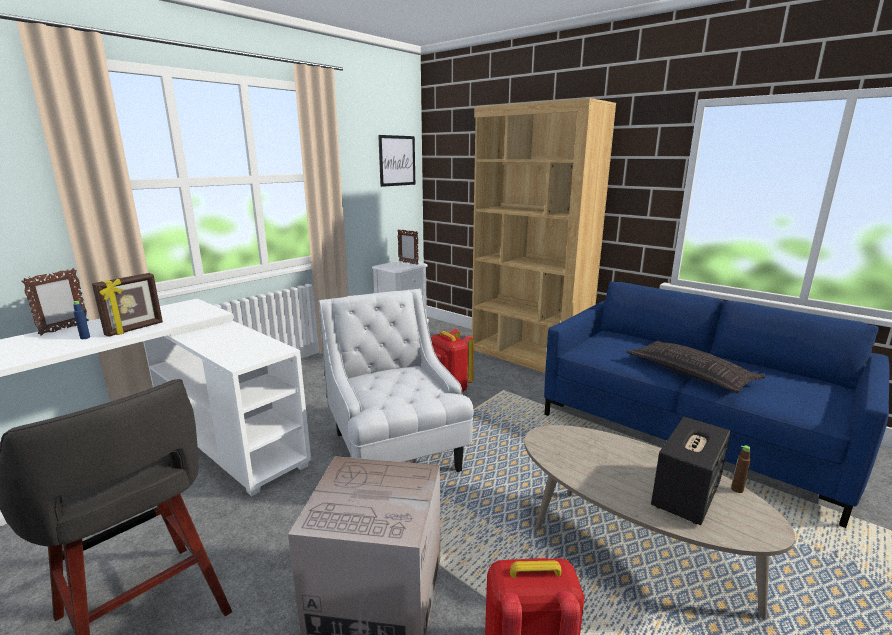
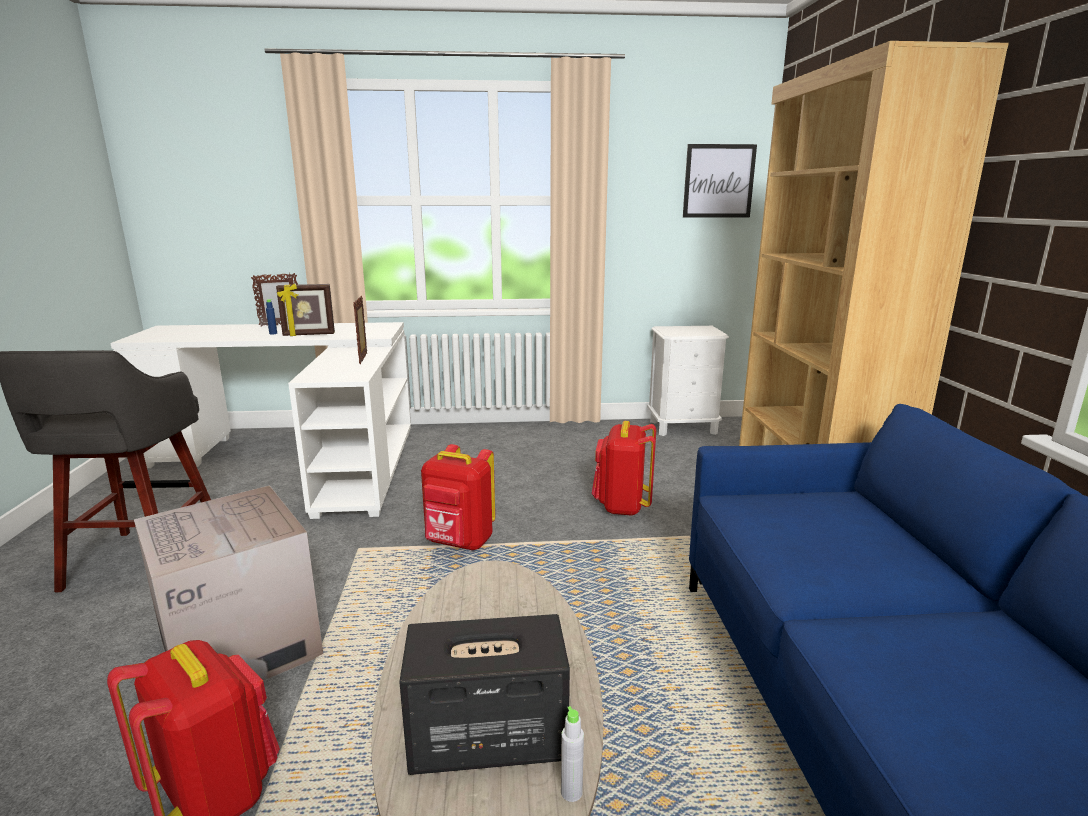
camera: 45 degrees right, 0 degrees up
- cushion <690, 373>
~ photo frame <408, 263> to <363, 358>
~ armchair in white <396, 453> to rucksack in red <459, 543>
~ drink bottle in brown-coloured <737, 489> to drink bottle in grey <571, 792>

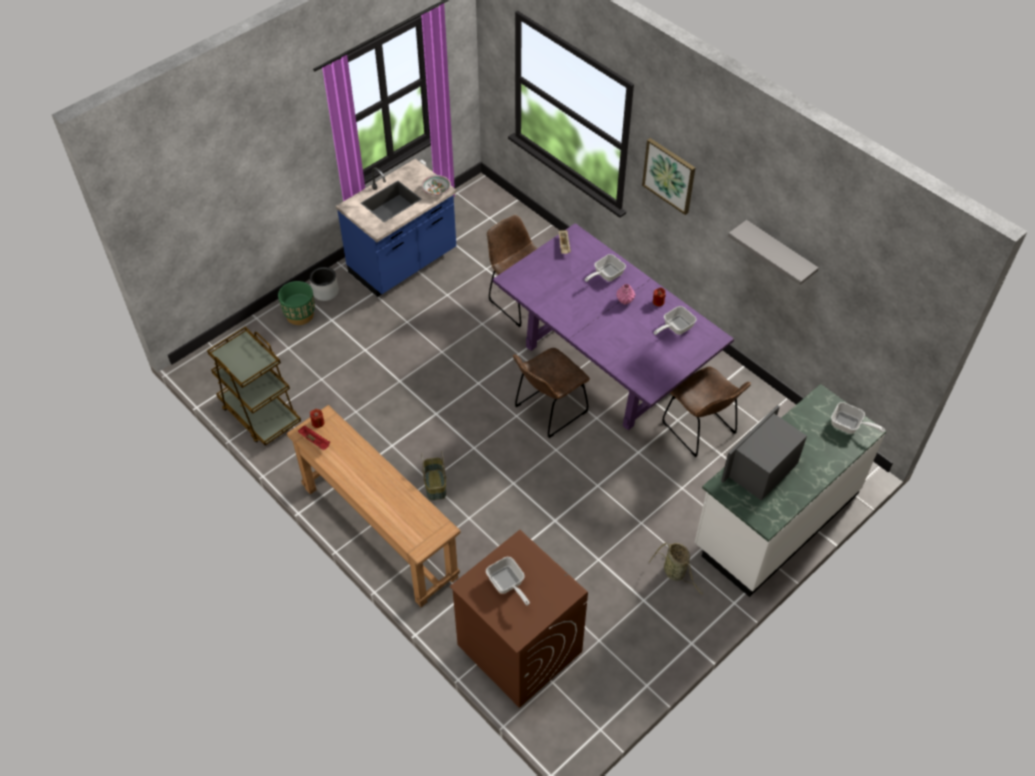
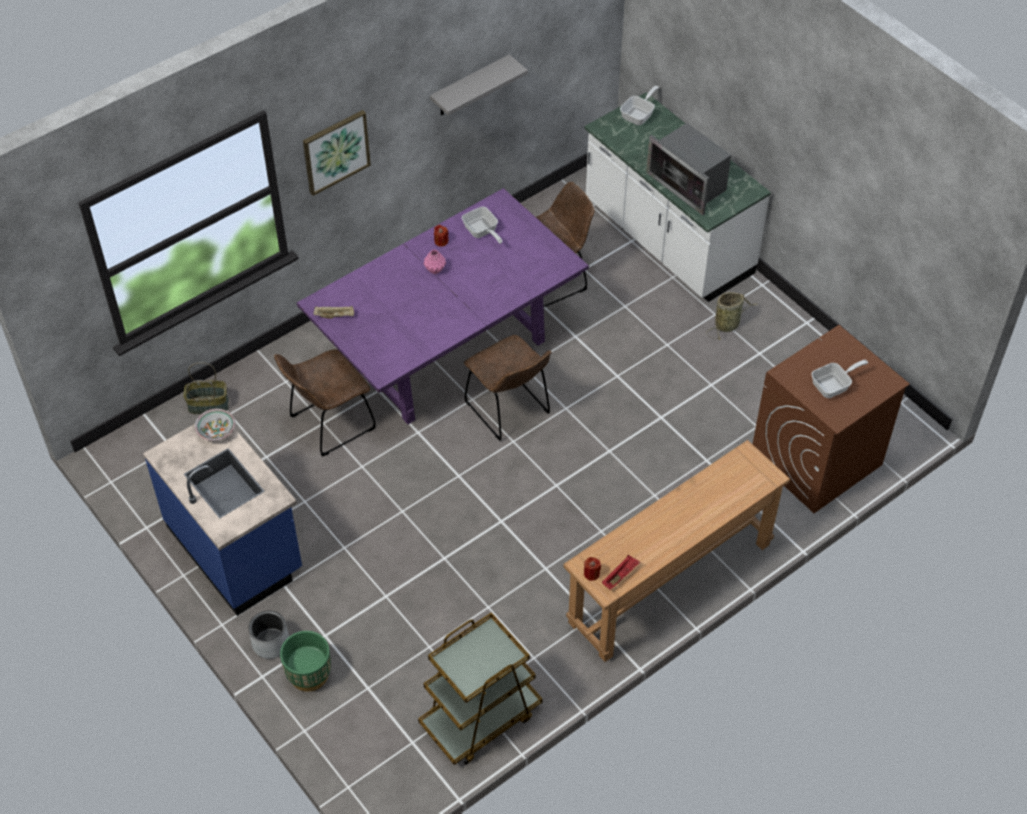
camera: 85 degrees left, 0 degrees up
- skillet <606, 275>
~ basket <436, 485> to <209, 404>

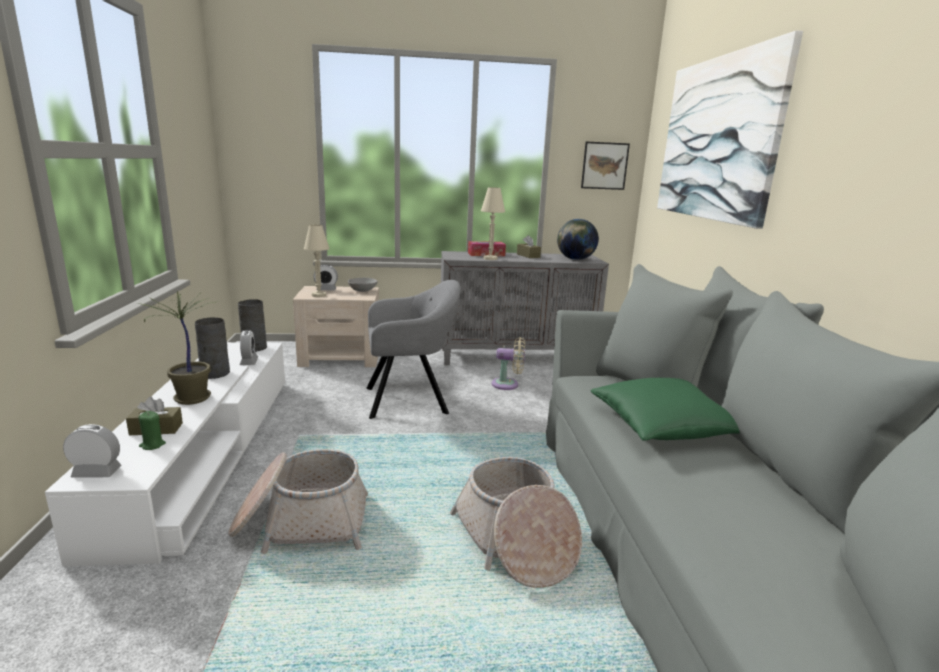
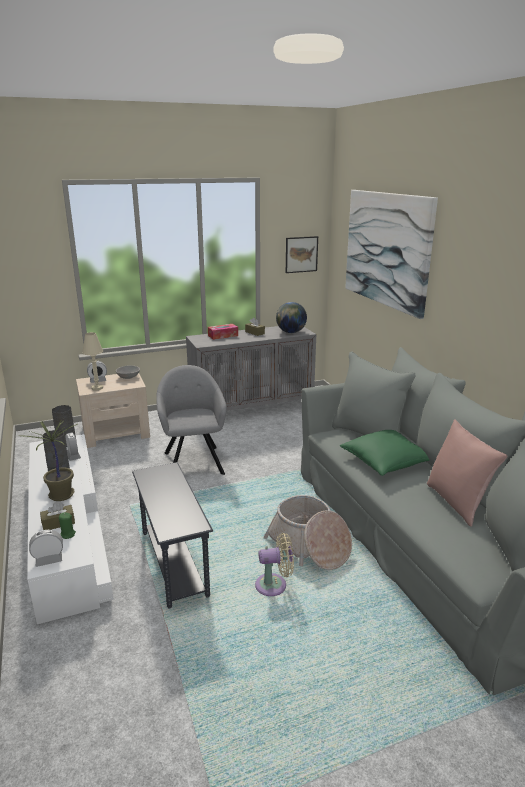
camera: 15 degrees left, 5 degrees up
- lamp for a table in beige <490, 258>
+ cushion in pink <457, 502>
~ fan in beige <508, 384> to <274, 585>
~ basket <301, 522> to side table in grey <173, 563>
~ armchair in grey <410, 400> = <193, 461> 75 degrees counterclockwise

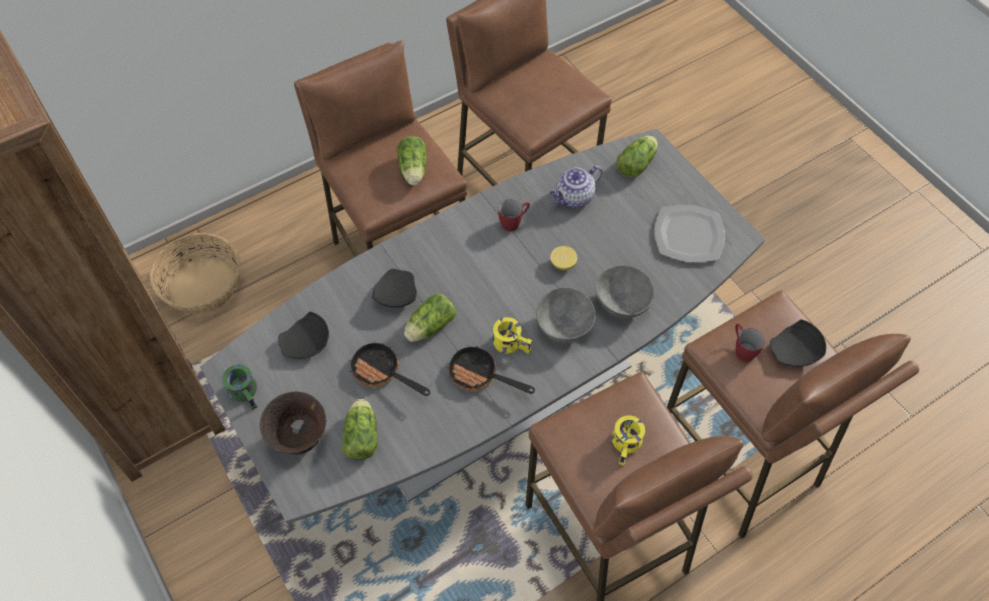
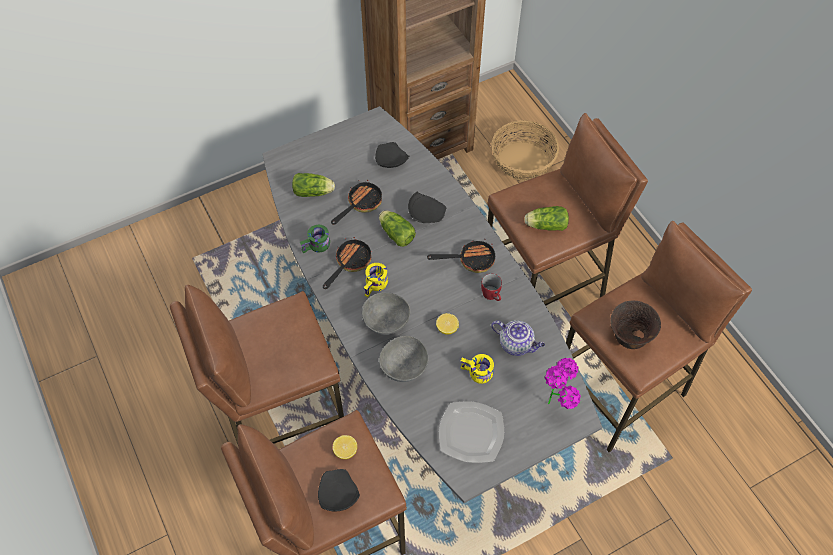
camera: 95 degrees right, 0 degrees up
+ skillet <471, 260>
~ mug in green <247, 391> to <317, 246>
~ serving bowl in brown-coloured <300, 439> to <629, 338>
~ mug in yellow <627, 445> to <476, 374>
~ head of lettuce <637, 163> to potted plant <557, 402>
~ mug in red <742, 349> to lemon <345, 451>
~ pot for tea <574, 198> = <516, 344> 150 degrees clockwise

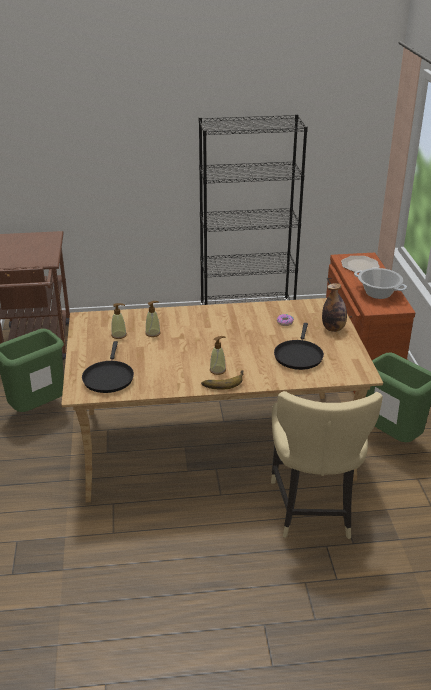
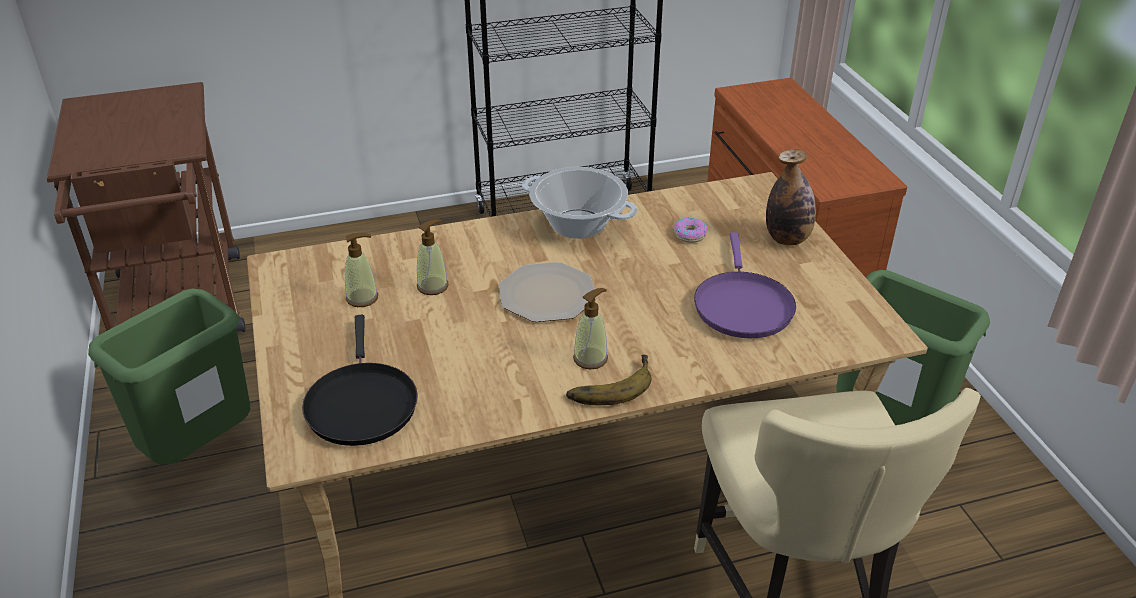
camera: 10 degrees left, 5 degrees up
~ plate <360, 265> to <548, 294>
~ stockpot <378, 293> to <578, 224>
~ skillet in black <298, 355> to skillet in purple-coloured <742, 305>

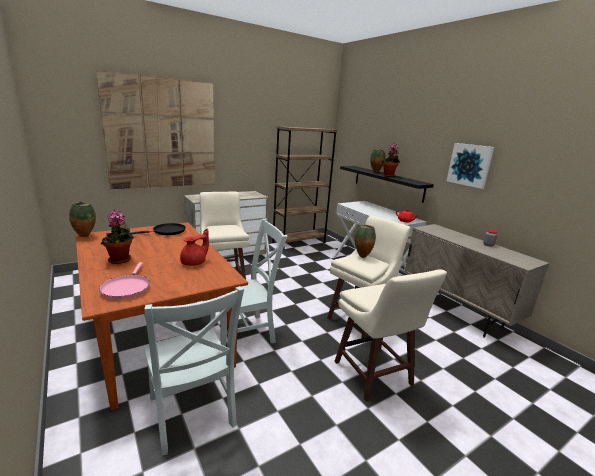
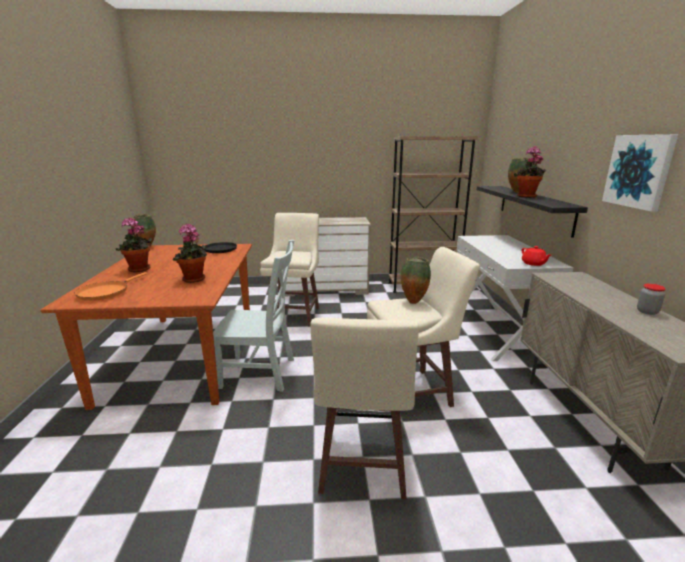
camera: 30 degrees right, 0 degrees up
- wall art <162, 134>
- plain chair in grey <191, 414>
~ pot for tea in red <194, 263> to potted plant <194, 280>
~ skillet in pink <126, 288> to skillet in orangey <105, 292>

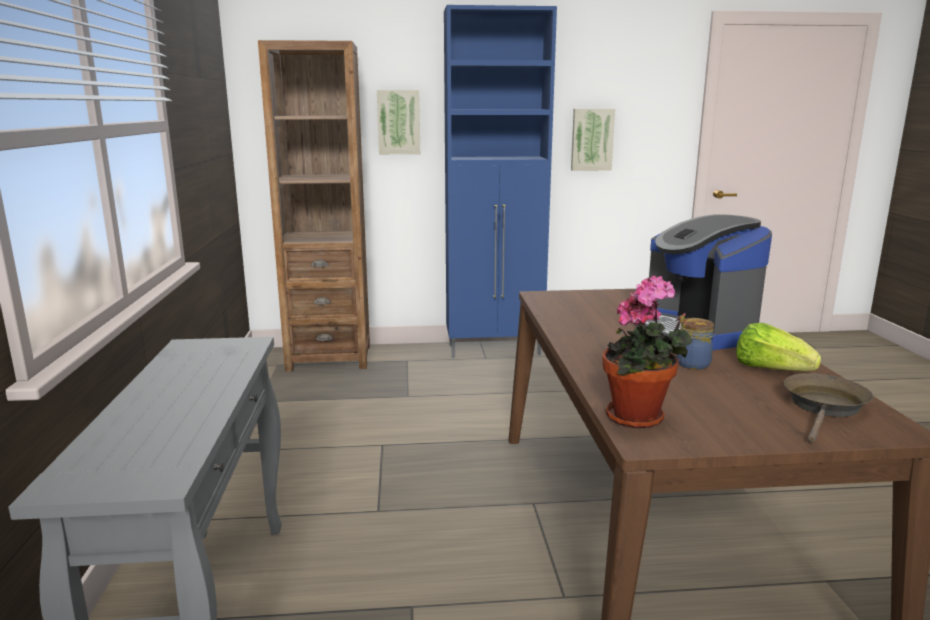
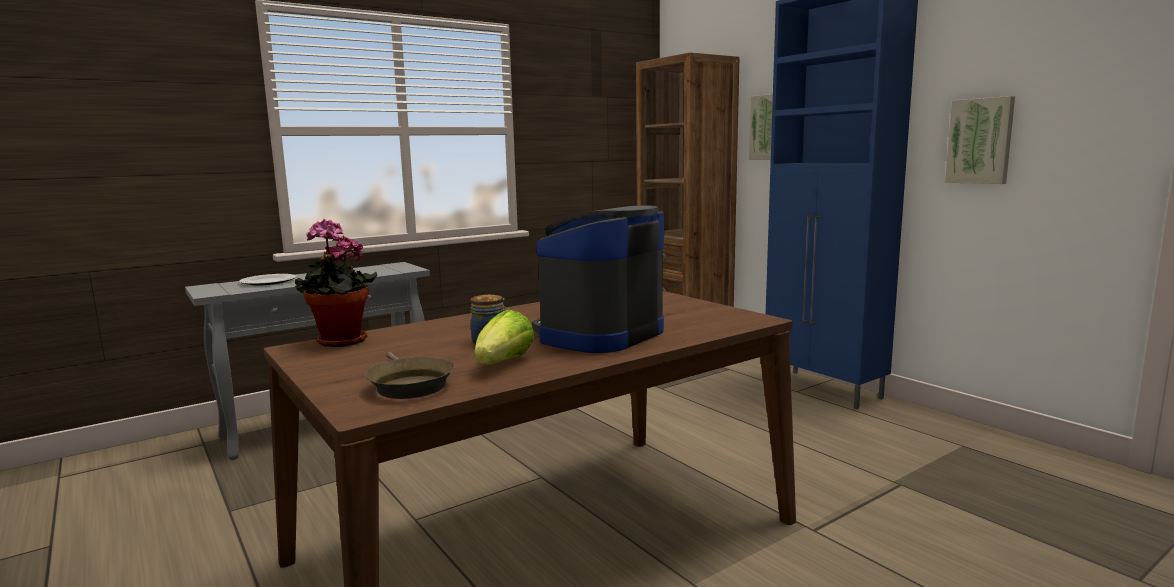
camera: 60 degrees right, 5 degrees down
+ plate <268, 282>
~ skillet in brown-coloured <824, 407> = <408, 385> 60 degrees clockwise

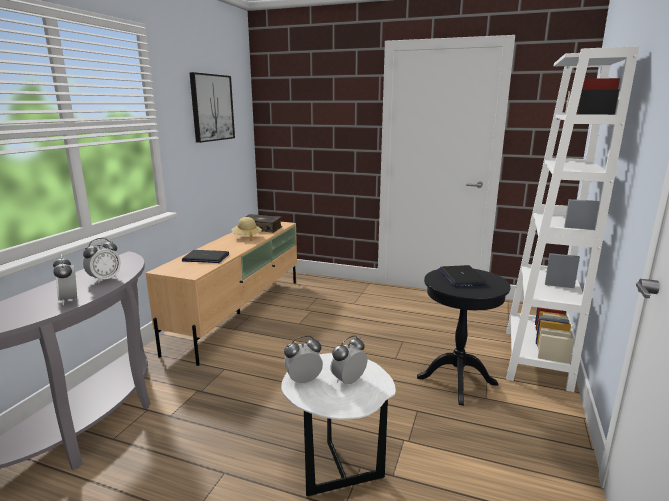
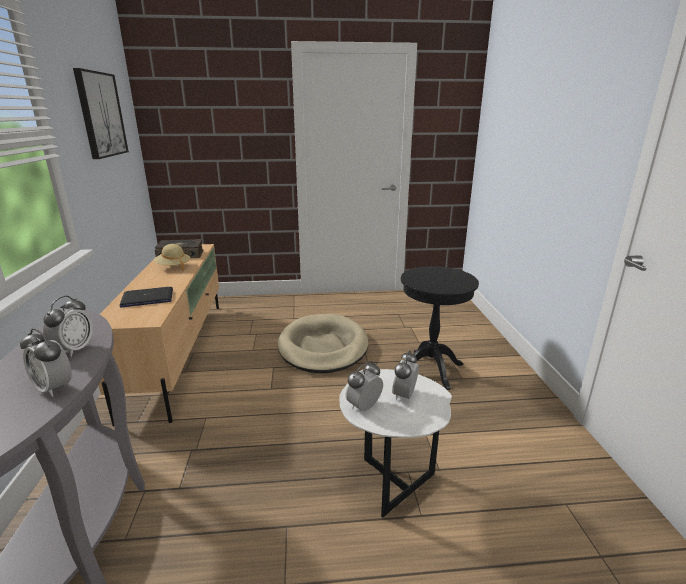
camera: 25 degrees left, 5 degrees up
- notebook computer <461, 277>
- bookshelf in white <536, 359>
+ dog cushion in beige <323, 347>

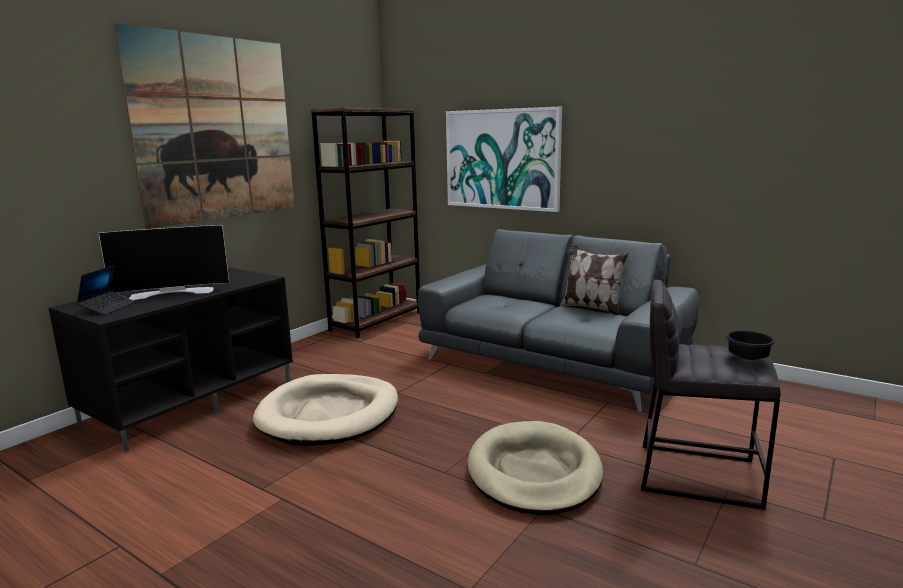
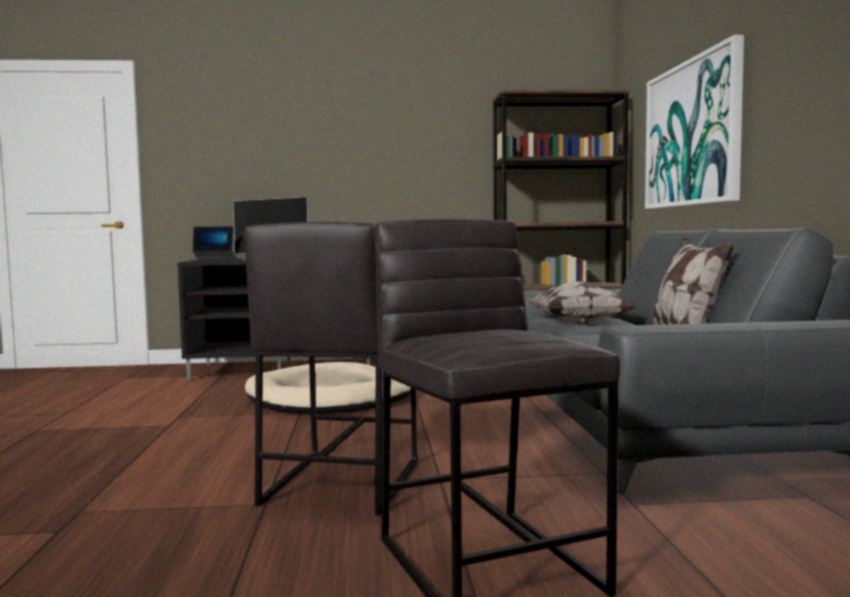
camera: 50 degrees right, 10 degrees down
- wall art <216, 129>
- serving bowl in black <748, 358>
+ cushion <579, 324>
~ dog cushion in beige <534, 472> to stool seat in grey <340, 482>

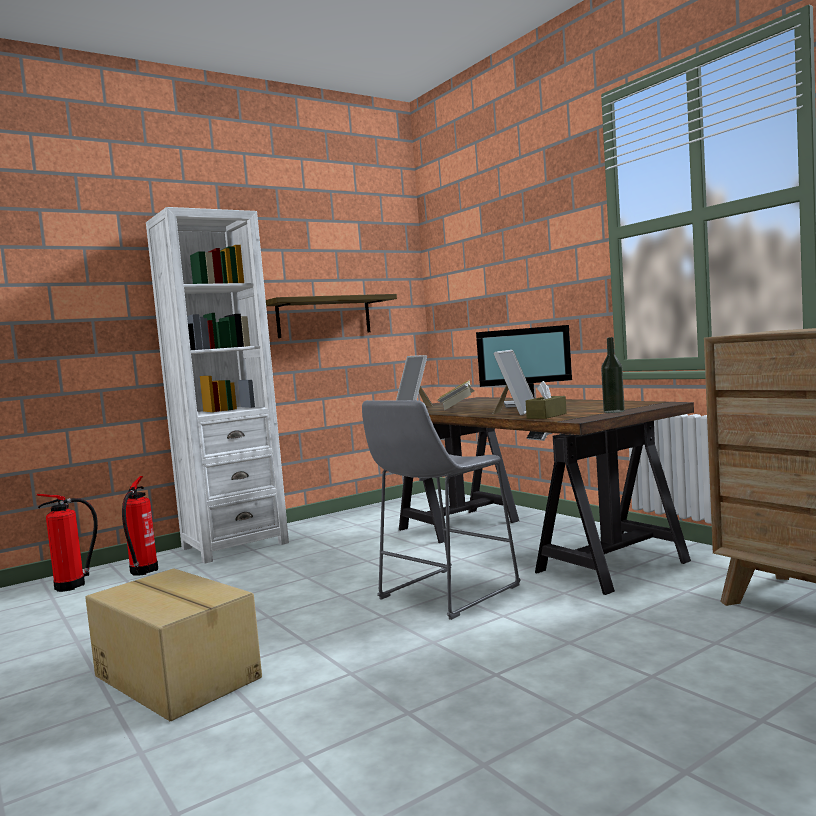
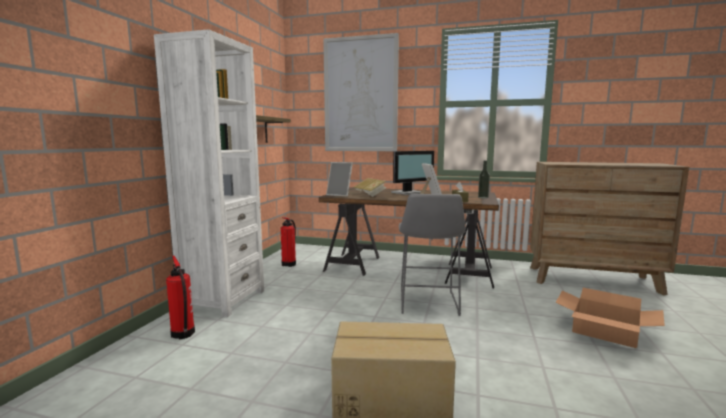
camera: 40 degrees left, 5 degrees up
+ wall art <360, 95>
+ packing box <605, 331>
~ extinguisher <73, 586> to <289, 264>

